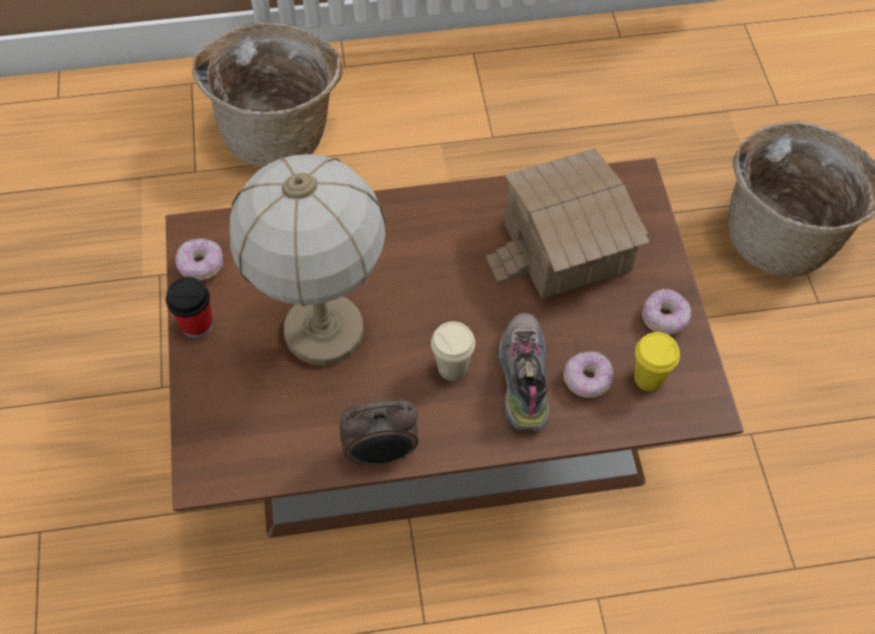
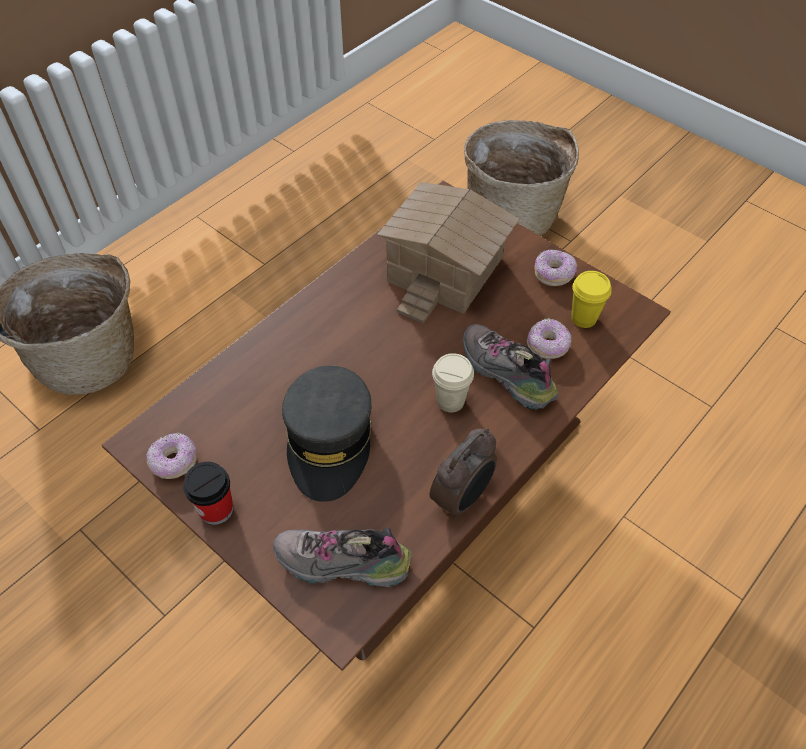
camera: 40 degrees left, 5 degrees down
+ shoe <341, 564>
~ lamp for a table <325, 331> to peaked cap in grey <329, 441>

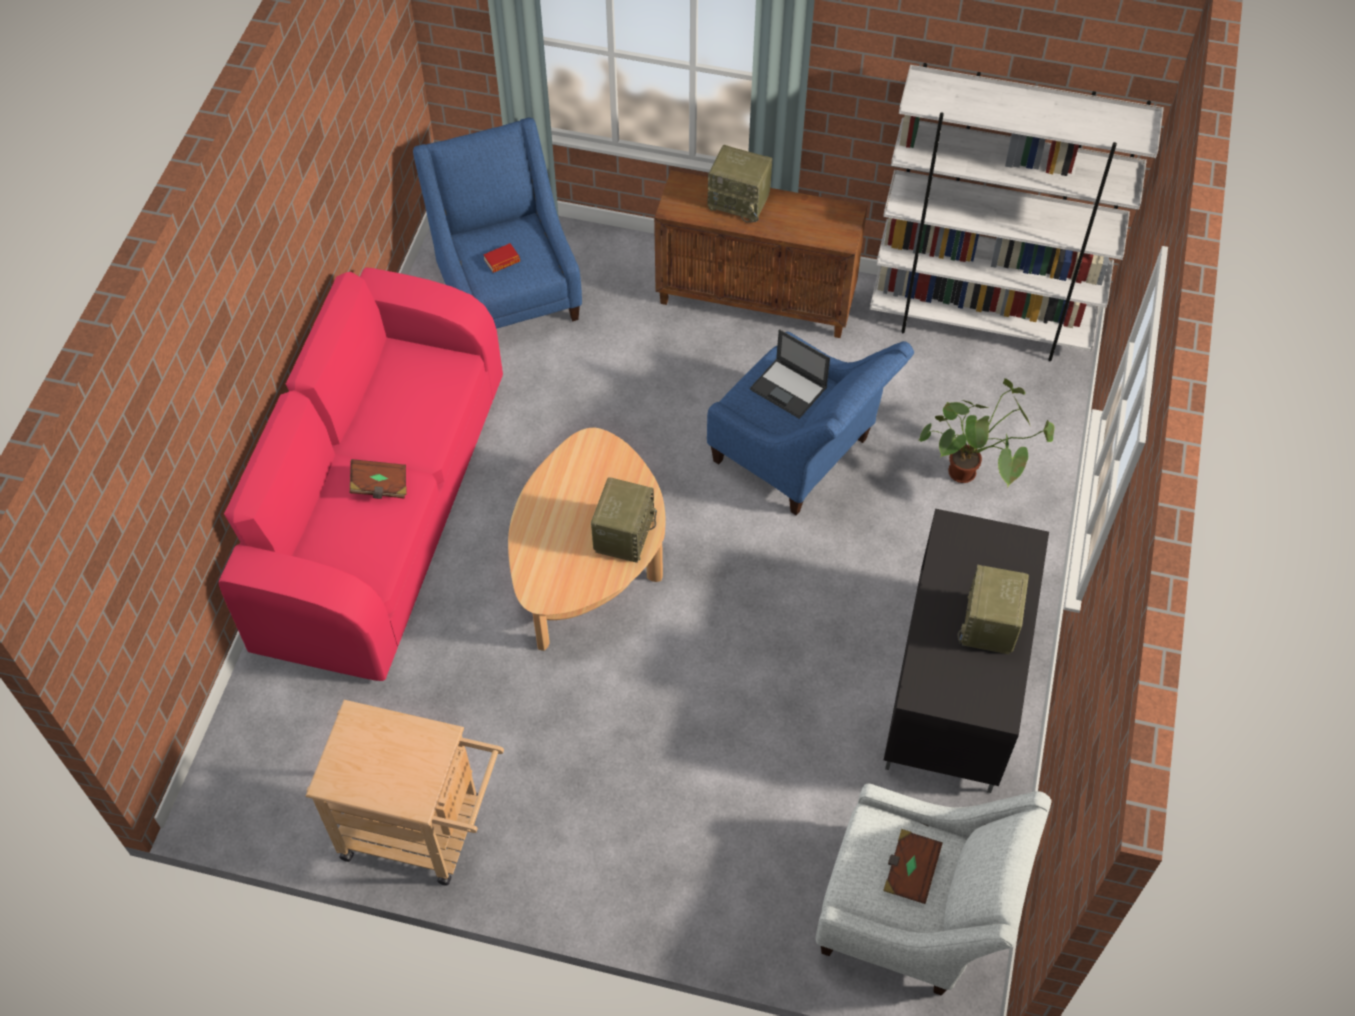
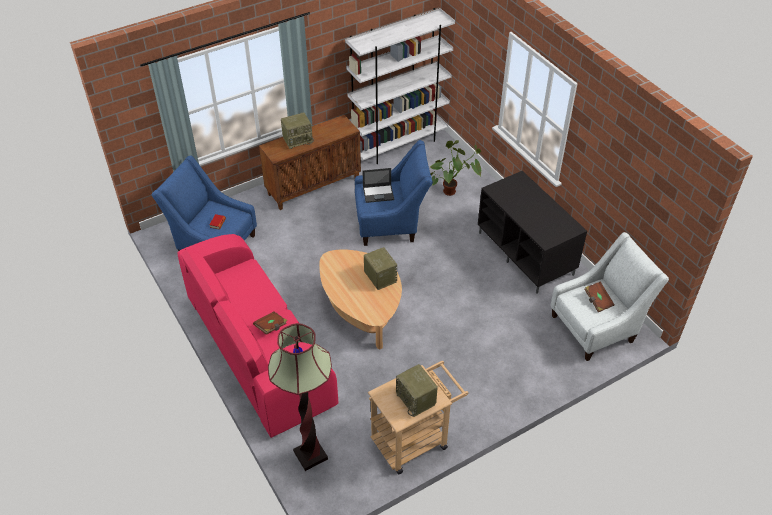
camera: 45 degrees left, 10 degrees down
+ floor lamp <310, 455>
~ radio set <990, 625> to <416, 399>

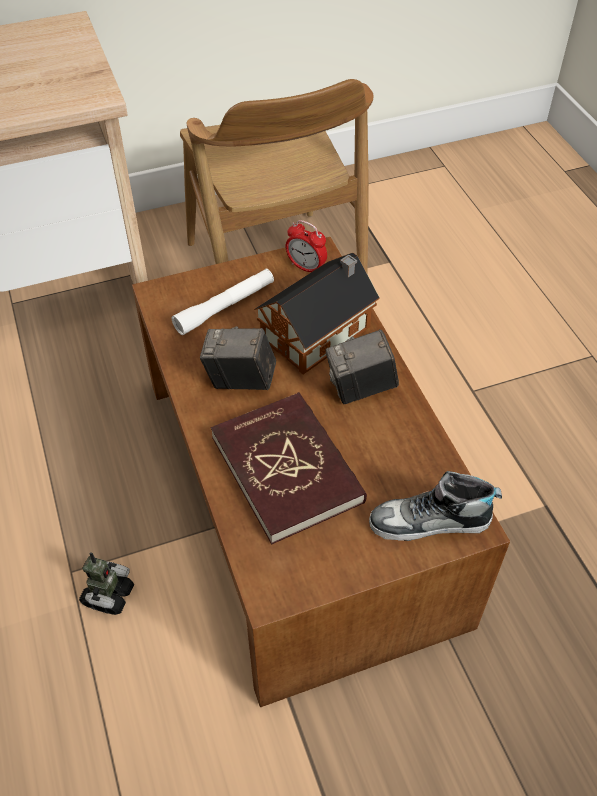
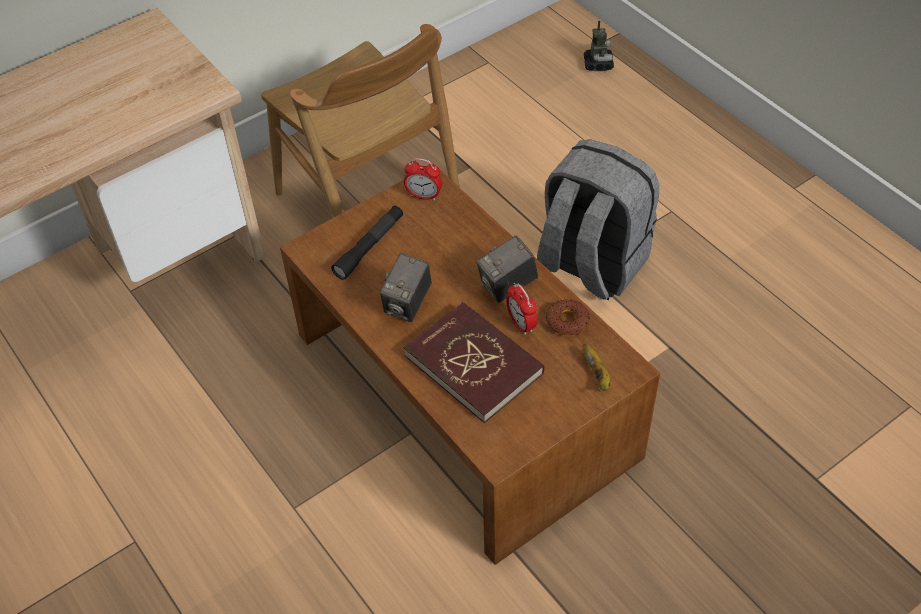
camera: 15 degrees left, 0 degrees up
- model house <320, 332>
+ alarm clock <521, 324>
+ rucksack in grey <591, 264>
+ doughnut <567, 321>
~ model robot <108, 596> to <598, 64>
~ shoe <429, 523> to banana <597, 375>
~ flashlight in white <225, 307> to flashlight in black <369, 247>
~ still camera <240, 380> = <408, 304> 60 degrees counterclockwise

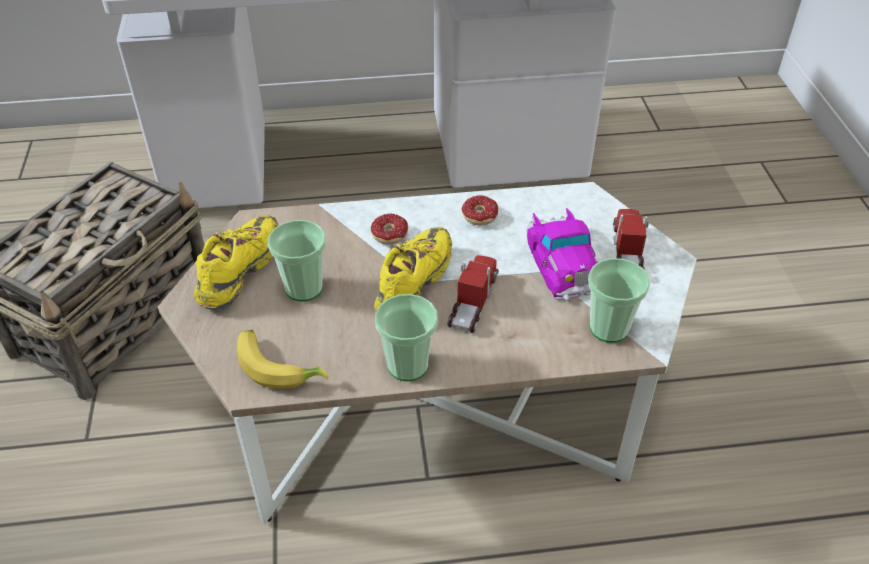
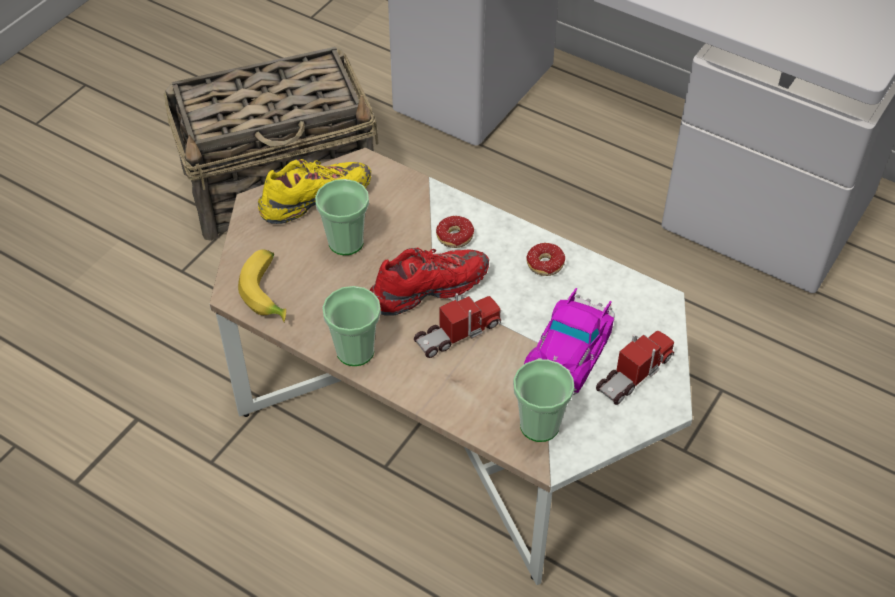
camera: 40 degrees right, 5 degrees up
~ shoe in yellow <413, 284> to shoe in red <428, 290>

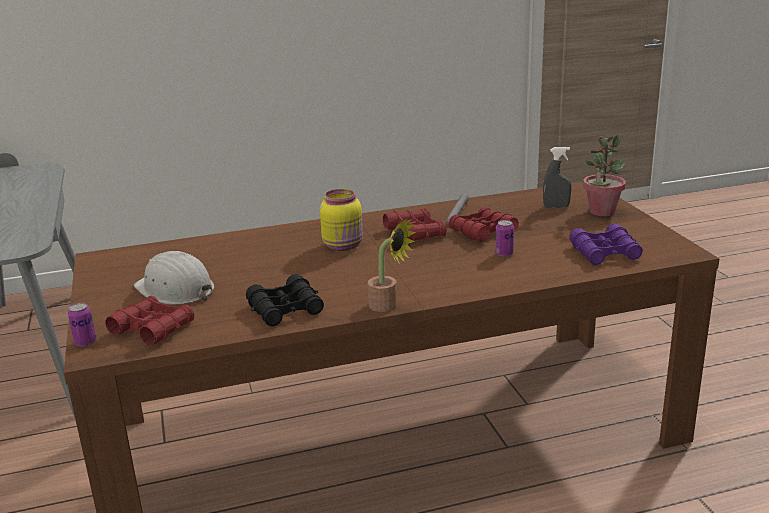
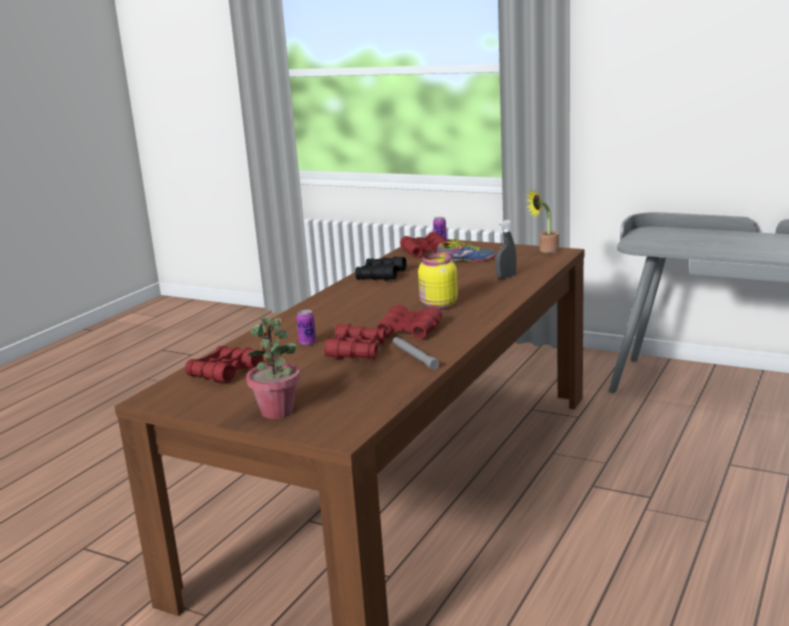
camera: 135 degrees right, 5 degrees down
~ potted plant <388, 306> to <545, 250>
~ sprayer in grey <556, 207> to <506, 277>
~ work helmet in white <175, 289> to shoe <466, 260>
~ pair of binoculars in purple-coloured <605, 253> to pair of binoculars in red <224, 372>

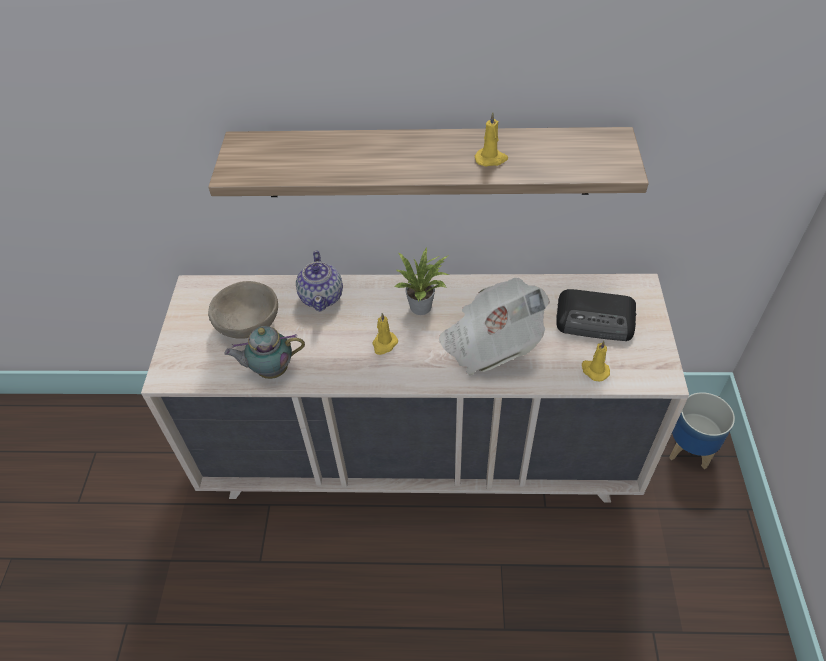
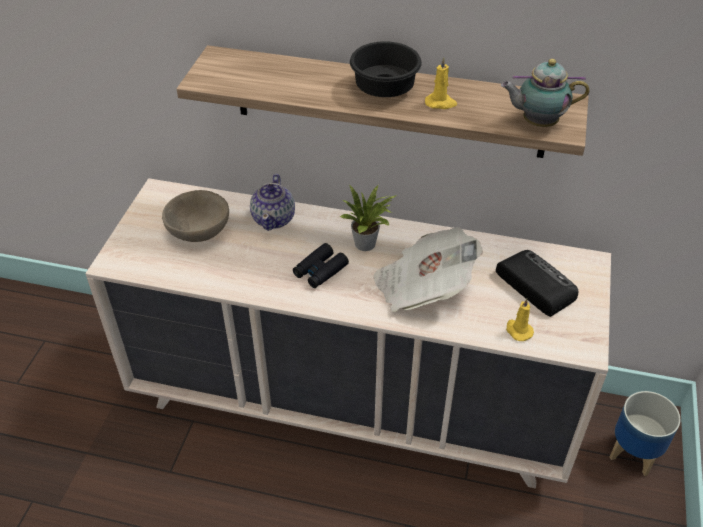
camera: 10 degrees right, 5 degrees down
+ serving bowl in black <382, 90>
~ pot for tea <270, 370> to <537, 123>
~ wax candle in yellow <384, 344> to pair of binoculars in black <320, 271>
~ radio set <596, 320> = <534, 285> 150 degrees counterclockwise

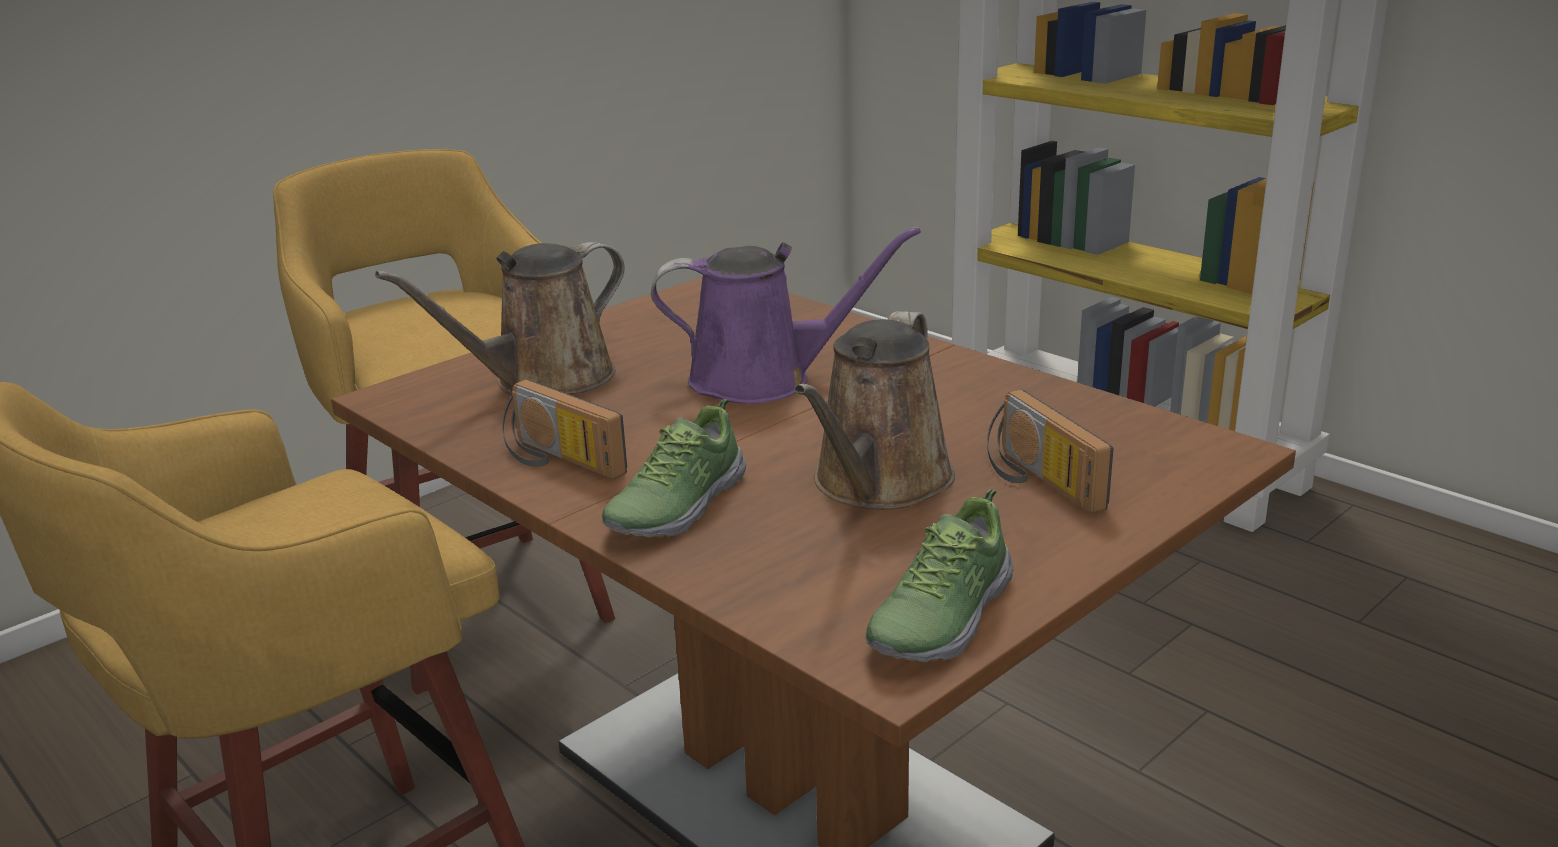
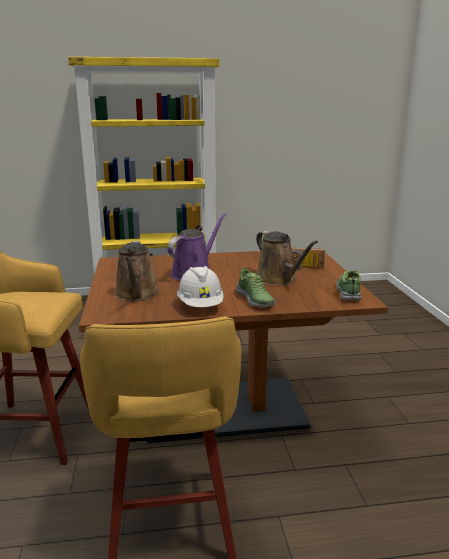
camera: 55 degrees left, 5 degrees down
~ radio set <557, 460> to work helmet in white <200, 305>
~ shoe <939, 617> = <349, 291> 150 degrees counterclockwise

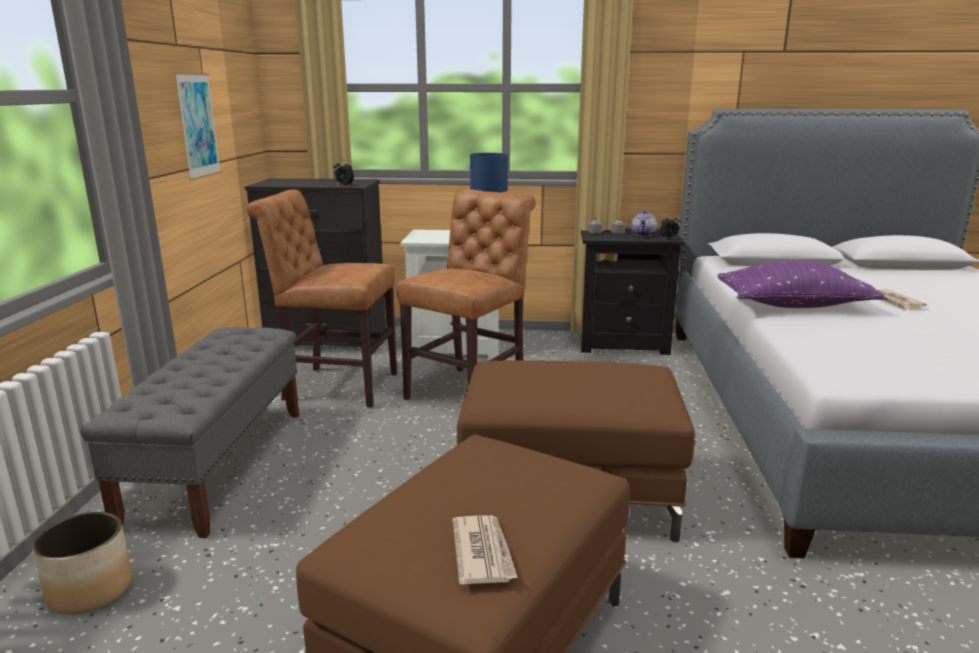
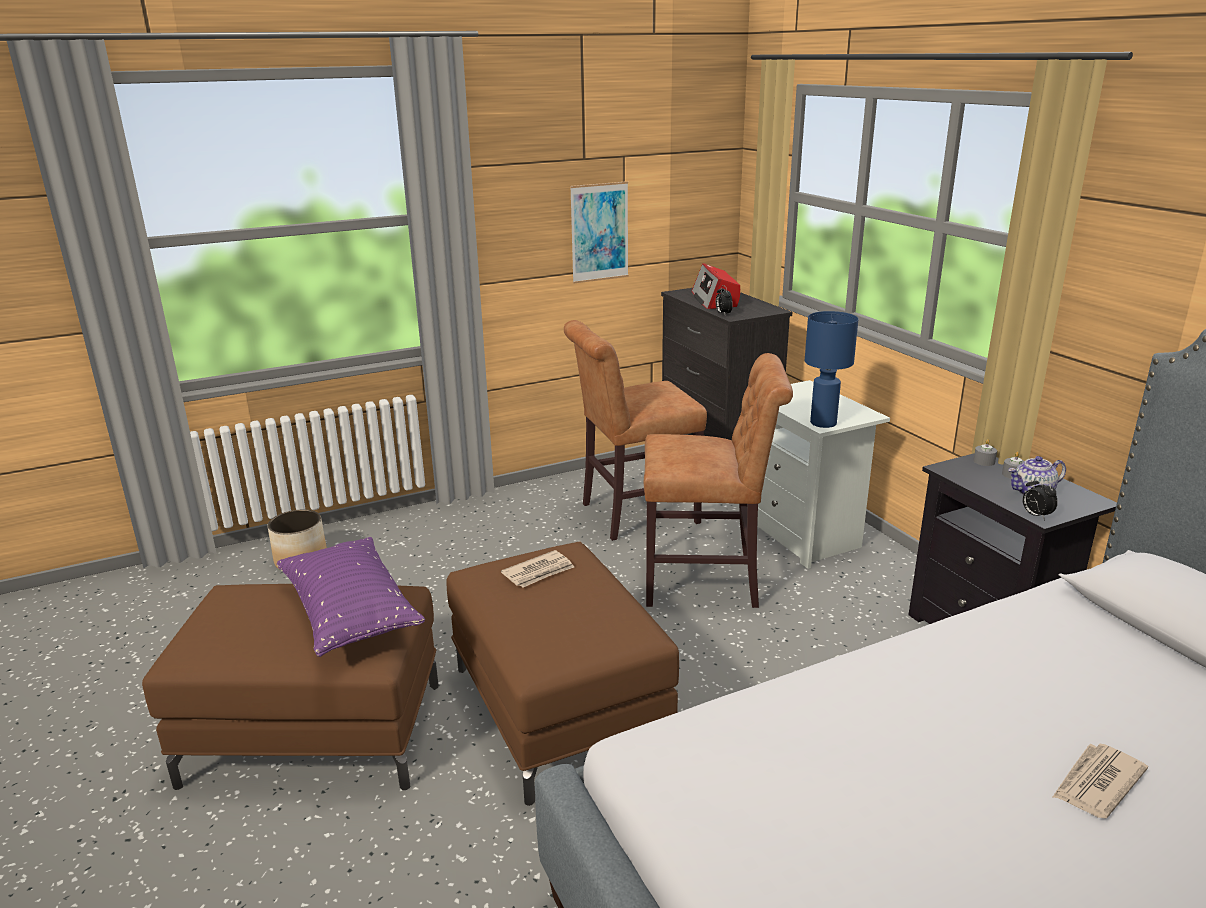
camera: 60 degrees right, 5 degrees up
- bench in grey <218, 464>
+ radio set <715, 300>
~ daily paper <483, 552> to <539, 572>
~ cushion in purple-coloured <793, 305> to <350, 613>
~ plain chair in brown-coloured <335, 386> = <633, 514> 90 degrees counterclockwise

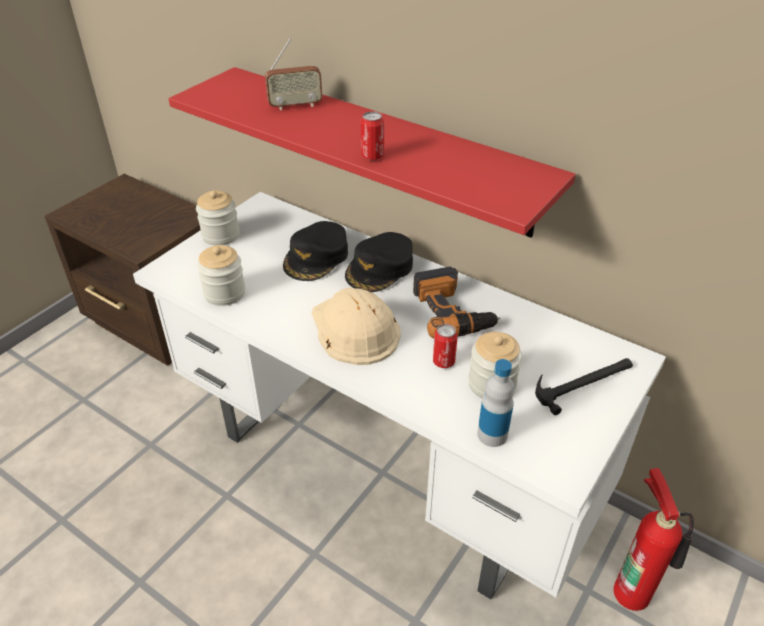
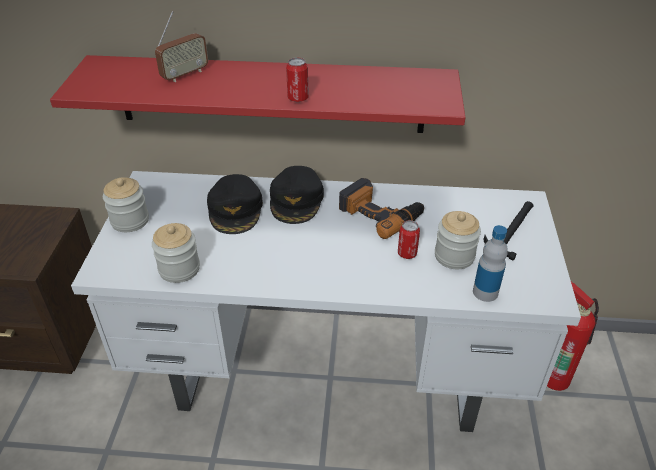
camera: 30 degrees left, 0 degrees up
- work helmet in beige <354, 329>

